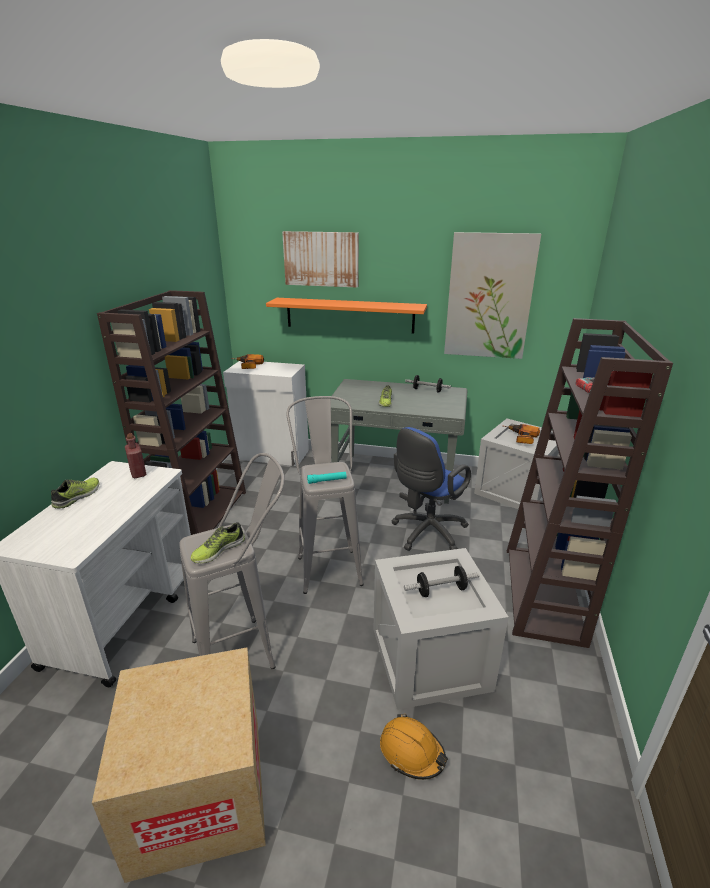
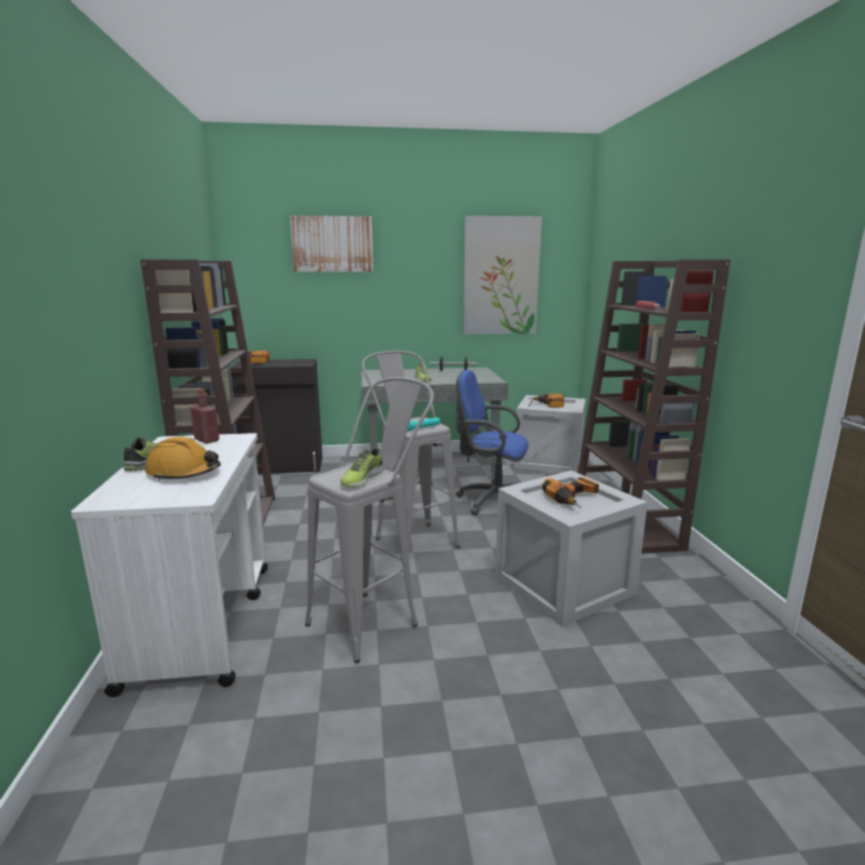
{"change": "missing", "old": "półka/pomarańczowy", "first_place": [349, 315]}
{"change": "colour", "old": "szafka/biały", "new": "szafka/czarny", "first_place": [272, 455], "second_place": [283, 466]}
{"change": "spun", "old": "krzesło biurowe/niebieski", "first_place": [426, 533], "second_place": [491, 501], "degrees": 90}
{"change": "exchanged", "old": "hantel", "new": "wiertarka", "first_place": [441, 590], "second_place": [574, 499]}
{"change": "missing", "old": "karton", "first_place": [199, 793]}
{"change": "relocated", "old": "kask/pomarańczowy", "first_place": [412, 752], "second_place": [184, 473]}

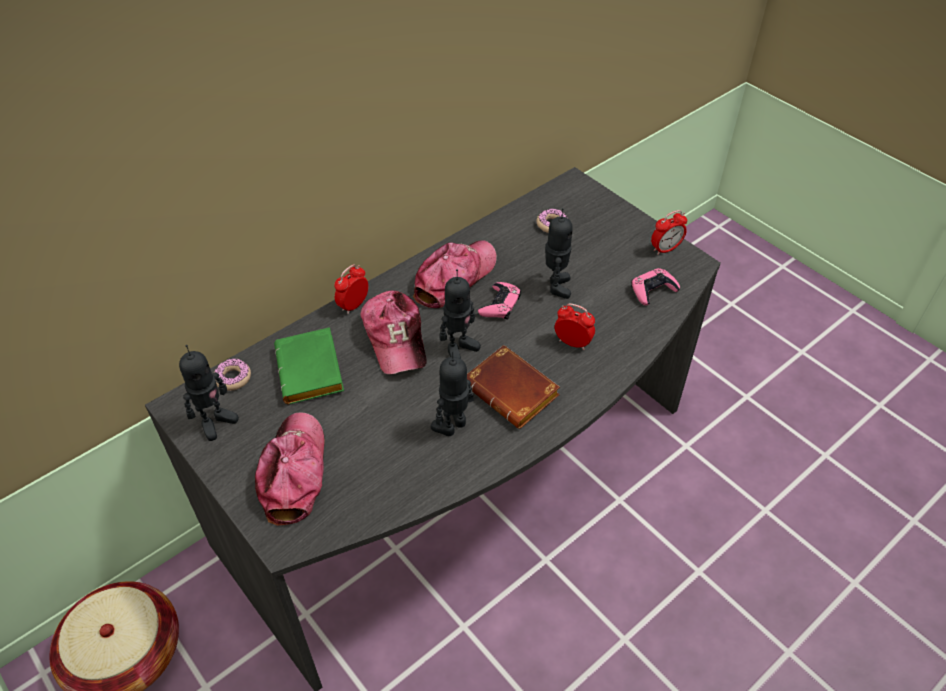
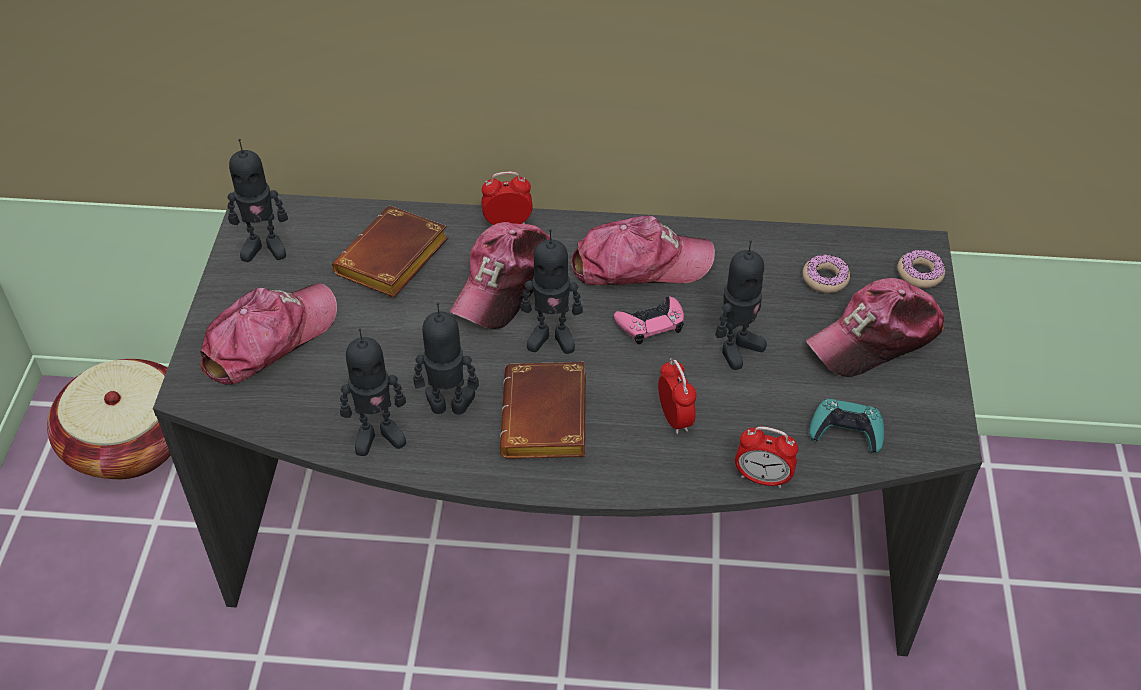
{"change": "relocated", "old": "budzik", "first_place": [665, 249], "second_place": [762, 478]}
{"change": "colour", "old": "pad do gier/różowy", "new": "pad do gier/turkusowy", "first_place": [653, 290], "second_place": [846, 431]}
{"change": "colour", "old": "książka/zielony", "new": "książka/brązowy", "first_place": [313, 372], "second_place": [393, 262]}
{"change": "relocated", "old": "donut", "first_place": [233, 378], "second_place": [920, 274]}
{"change": "appeared", "new": "czapka z daszkiem", "second_place": [876, 338]}
{"change": "appeared", "new": "robot zabawkowy", "second_place": [378, 435]}

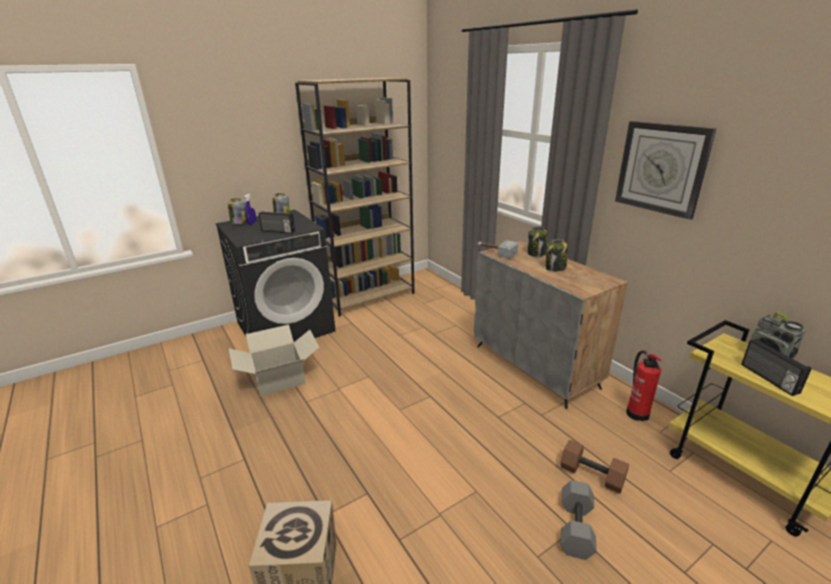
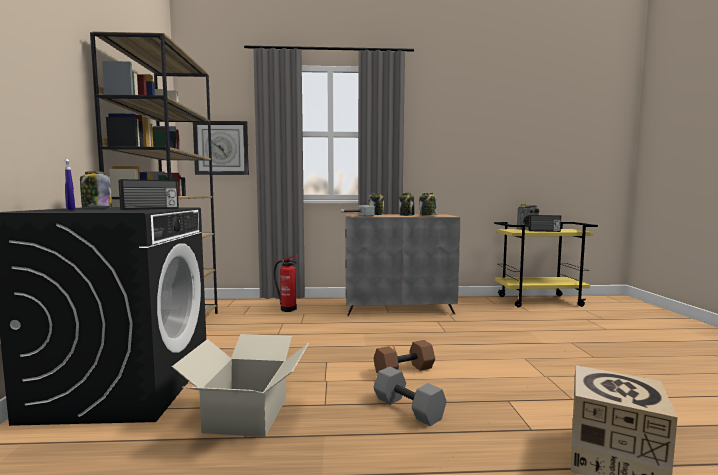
{"change": "relocated", "old": "zegar ścienny", "first_place": [661, 168], "second_place": [221, 148]}
{"change": "relocated", "old": "słoik", "first_place": [239, 222], "second_place": [428, 215]}
{"change": "relocated", "old": "gaśnica", "first_place": [636, 412], "second_place": [287, 309]}
{"change": "relocated", "old": "hantel/brązowy", "first_place": [591, 475], "second_place": [404, 371]}
{"change": "relocated", "old": "hantel/szary", "first_place": [574, 527], "second_place": [407, 409]}

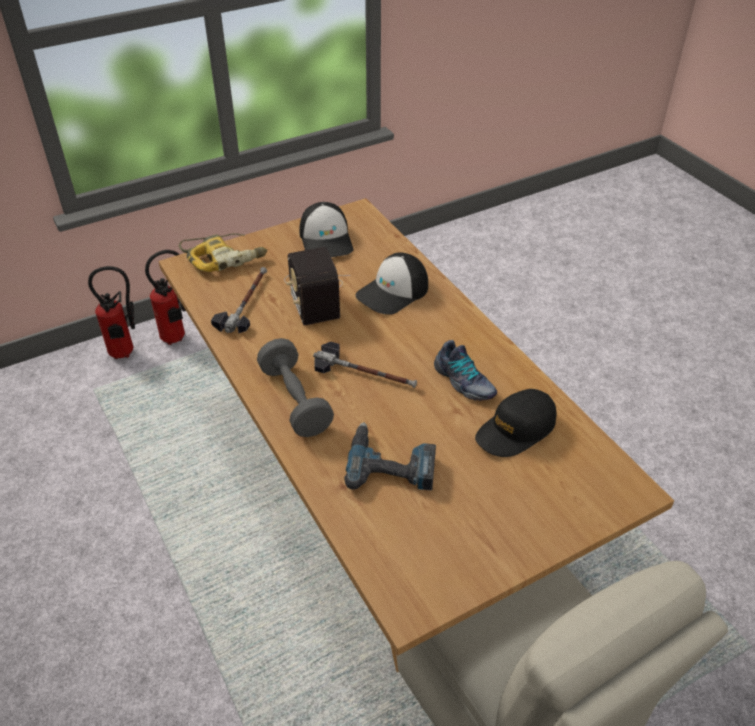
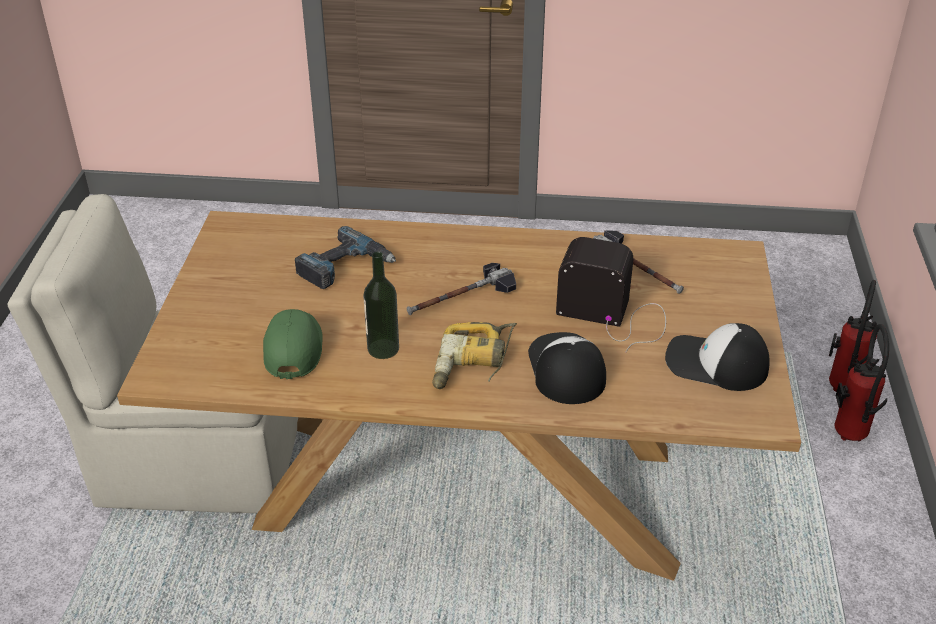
{"change": "relocated", "old": "wiertarka", "first_place": [224, 257], "second_place": [473, 364]}
{"change": "missing", "old": "hantel/szary", "first_place": [295, 400]}
{"change": "exchanged", "old": "but", "new": "butelka", "first_place": [463, 382], "second_place": [383, 349]}
{"change": "colour", "old": "czapka z daszkiem/czarny", "new": "czapka z daszkiem/zielony", "first_place": [515, 430], "second_place": [293, 348]}

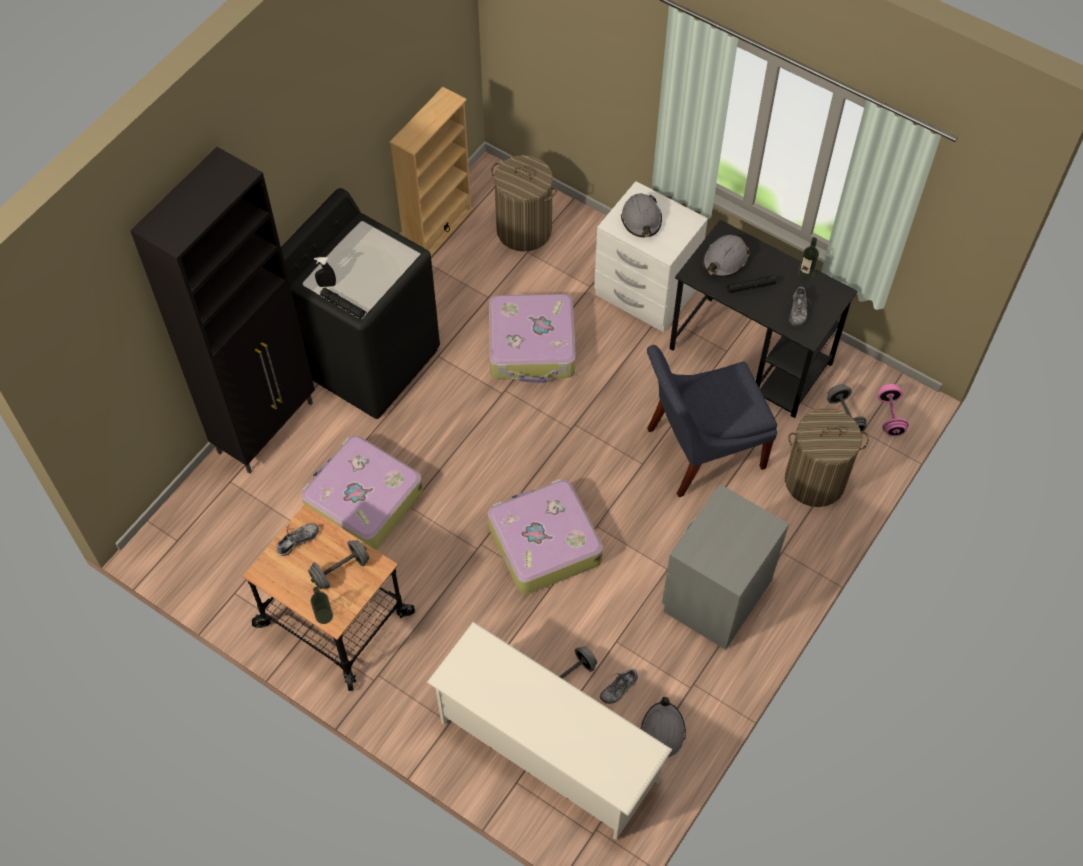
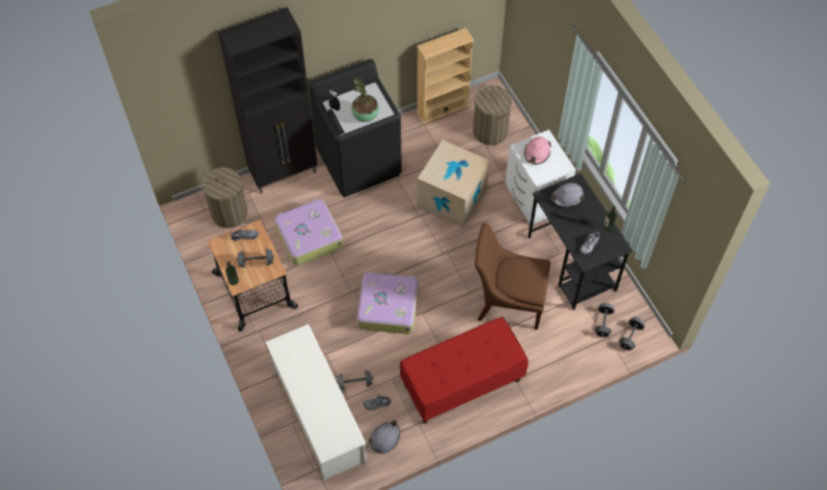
{"change": "colour", "old": "kask/szary", "new": "kask/różowy", "first_place": [641, 220], "second_place": [537, 153]}
{"change": "exchanged", "old": "walizka", "new": "karton", "first_place": [532, 346], "second_place": [452, 198]}
{"change": "colour", "old": "krzesło/niebieski", "new": "krzesło/brązowy", "first_place": [700, 449], "second_place": [507, 300]}
{"change": "colour", "old": "hantel/różowy", "new": "hantel/szary", "first_place": [890, 416], "second_place": [630, 337]}
{"change": "relocated", "old": "kosz na pranie", "first_place": [814, 480], "second_place": [229, 212]}
{"change": "exchanged", "old": "szafka nocna/szary", "new": "ławka/czerwony", "first_place": [715, 595], "second_place": [462, 383]}
{"change": "appeared", "new": "roślina doniczkowa", "second_place": [366, 117]}

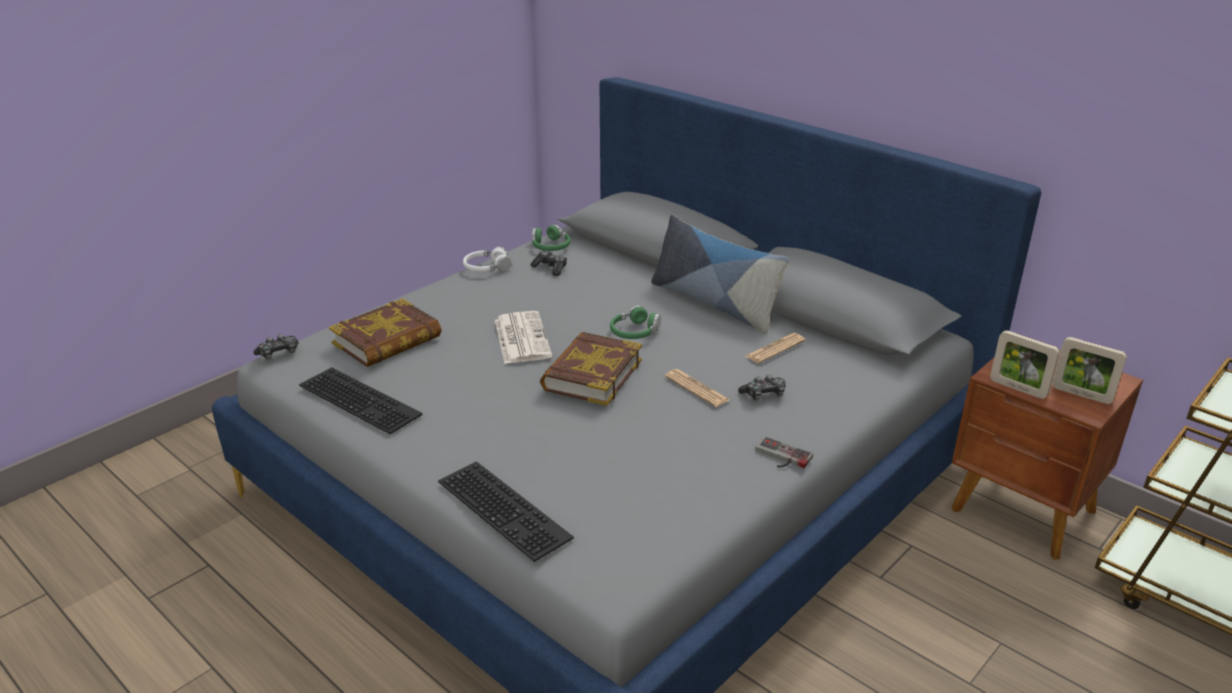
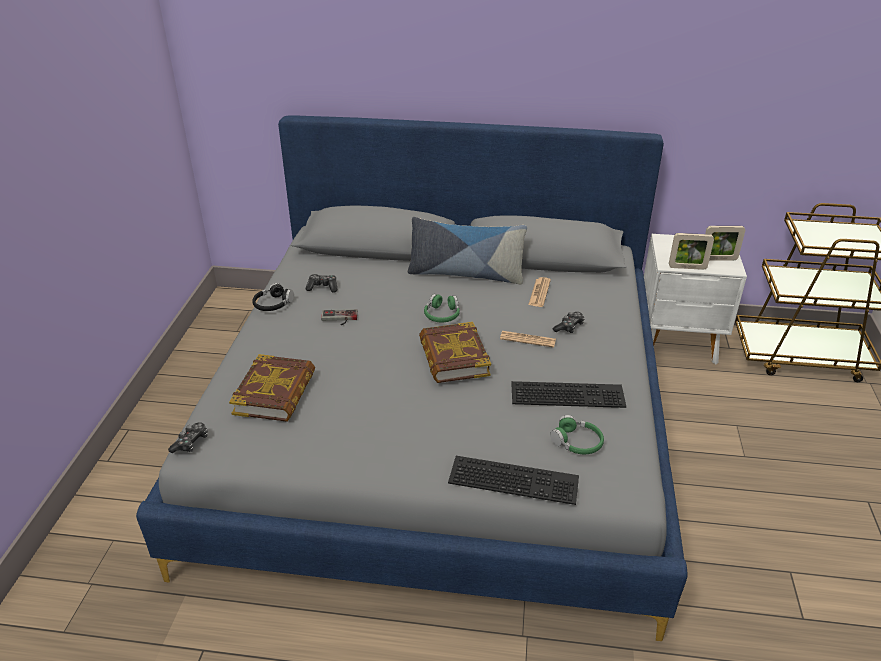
{"change": "relocated", "old": "słuchawki/zielony", "first_place": [550, 246], "second_place": [577, 442]}
{"change": "colour", "old": "słuchawki/biały", "new": "słuchawki/czarny", "first_place": [486, 268], "second_place": [273, 304]}
{"change": "missing", "old": "gazeta", "first_place": [521, 338]}
{"change": "colour", "old": "szafka nocna/brązowy", "new": "szafka nocna/biały", "first_place": [1023, 512], "second_place": [678, 343]}
{"change": "relocated", "old": "klawiatura", "first_place": [362, 399], "second_place": [568, 393]}
{"change": "relocated", "old": "pad do gier", "first_place": [781, 457], "second_place": [339, 319]}

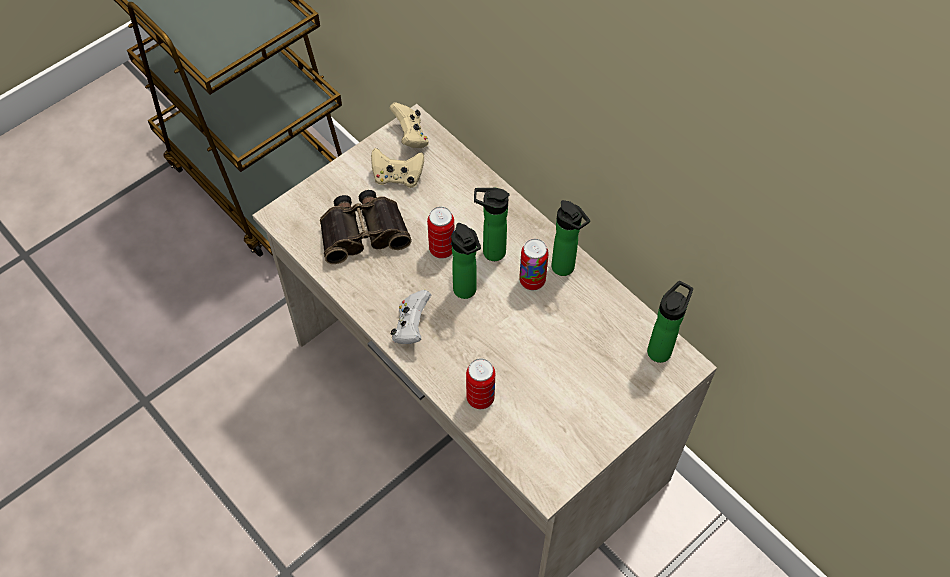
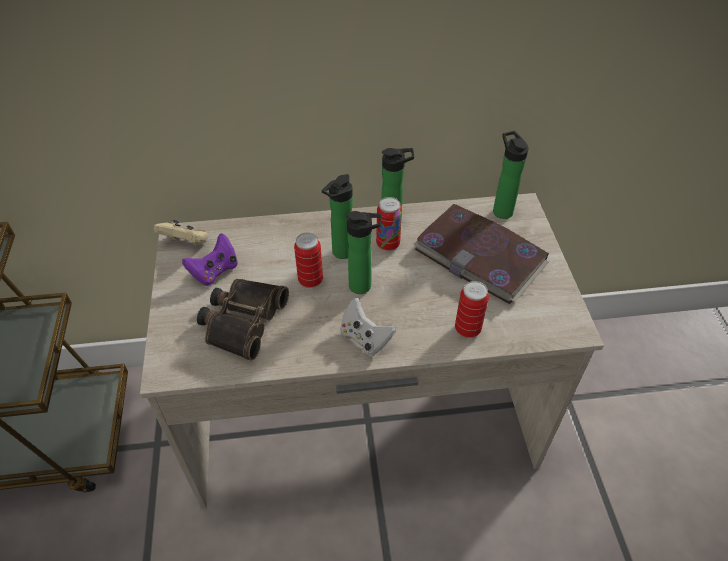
{"change": "colour", "old": "pad do gier/beżowy", "new": "pad do gier/fioletowy", "first_place": [397, 177], "second_place": [215, 271]}
{"change": "appeared", "new": "książka", "second_place": [480, 256]}

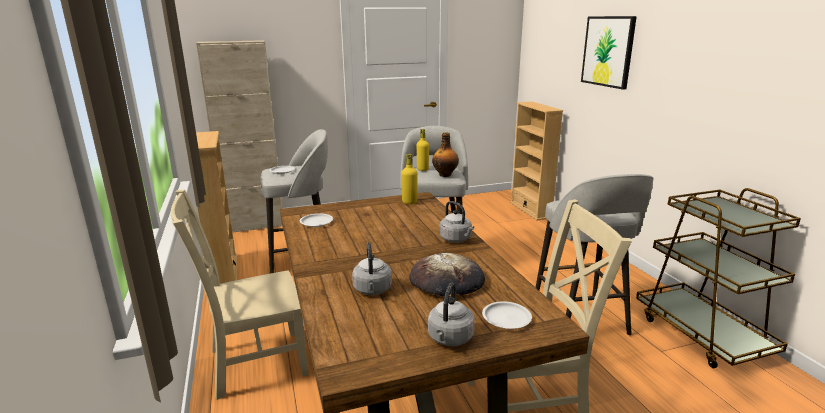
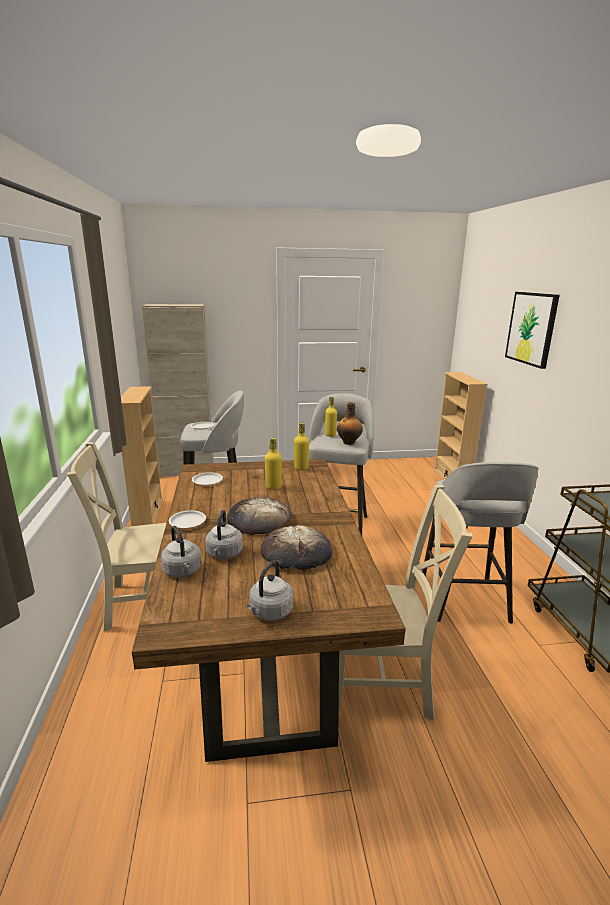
{"change": "relocated", "old": "czajnik/szary", "first_place": [456, 239], "second_place": [183, 571]}
{"change": "relocated", "old": "talerz/biały", "first_place": [506, 318], "second_place": [187, 522]}
{"change": "appeared", "new": "butelka/żółty", "second_place": [273, 487]}
{"change": "appeared", "new": "chleb", "second_place": [258, 520]}

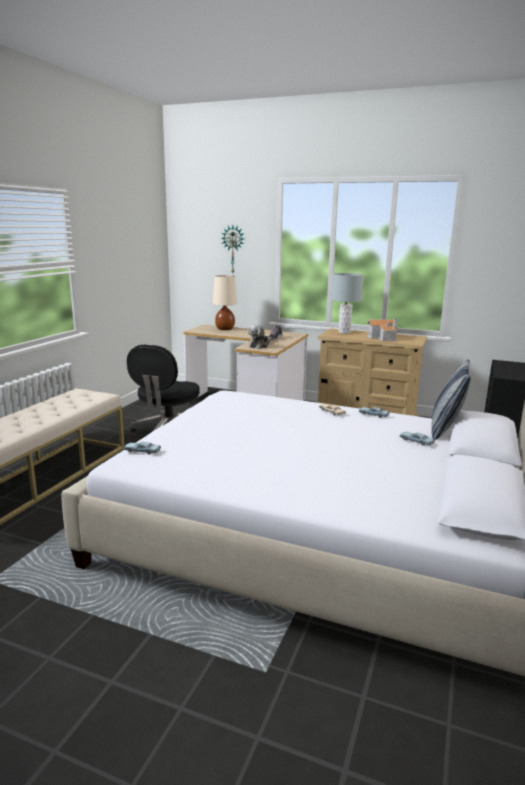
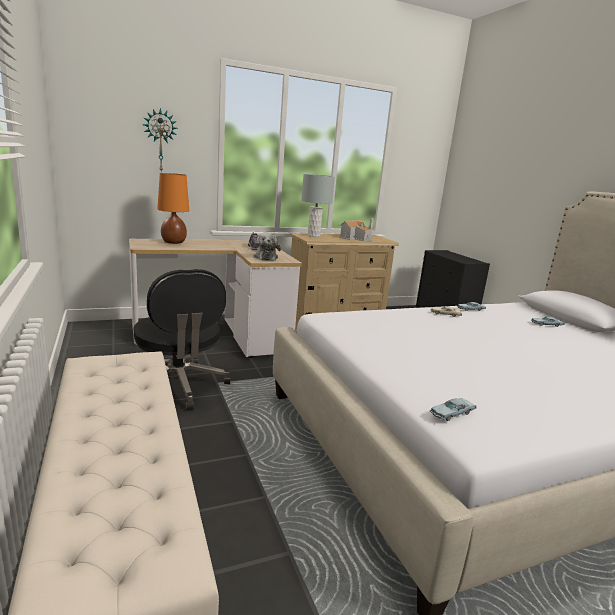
{"change": "colour", "old": "lampa stołowa/beżowy", "new": "lampa stołowa/pomarańczowy", "first_place": [225, 329], "second_place": [174, 242]}
{"change": "missing", "old": "poduszka", "first_place": [446, 429]}

